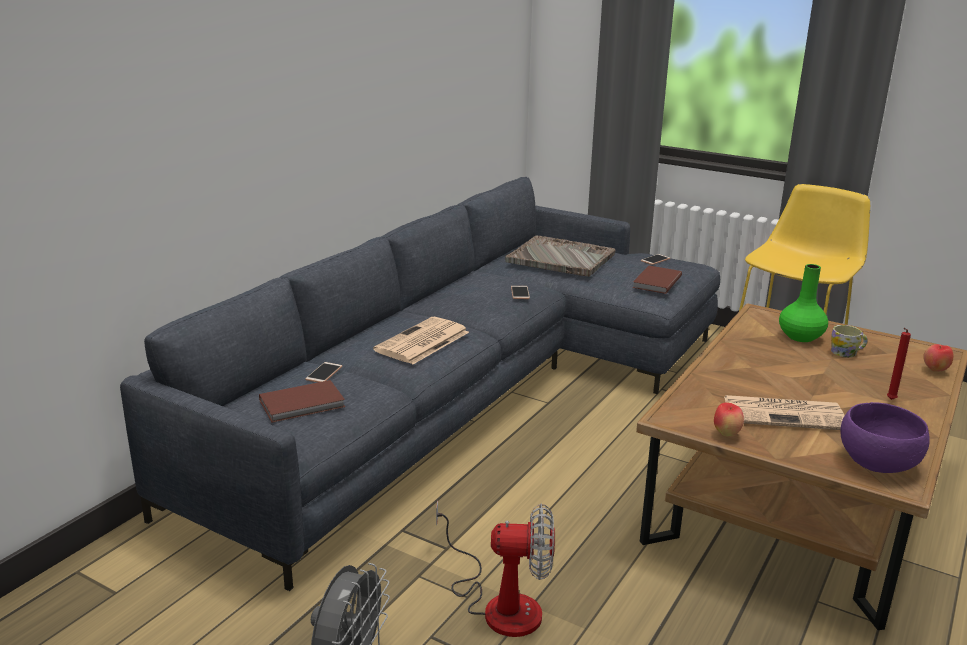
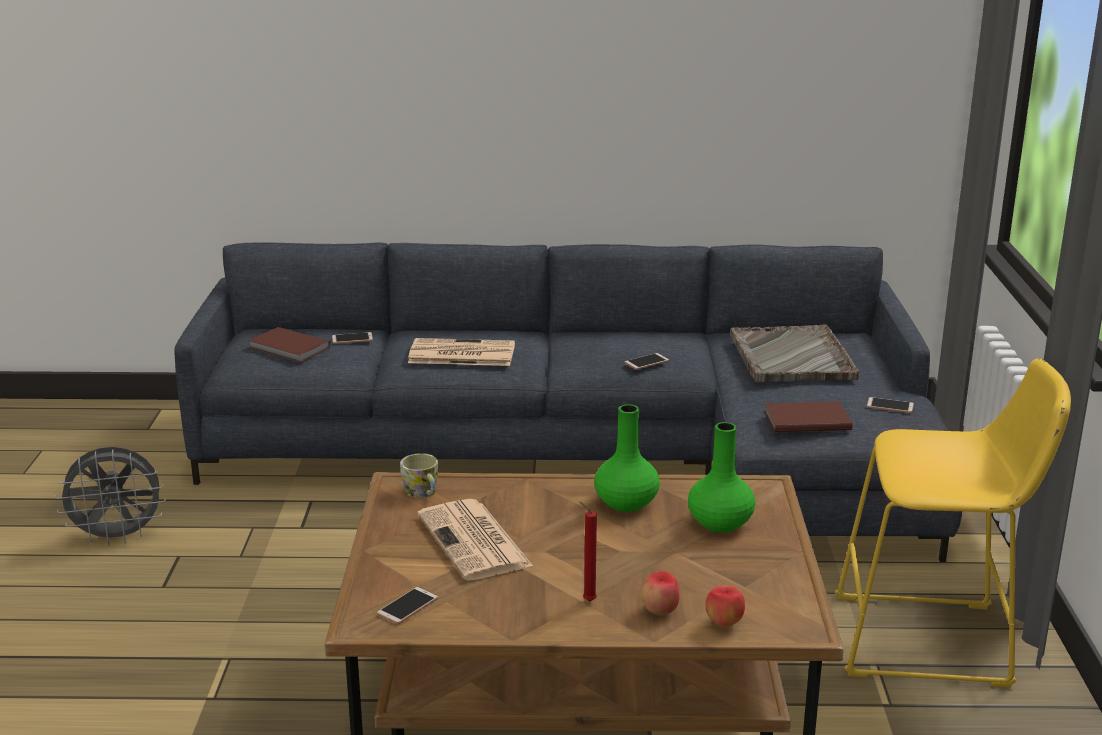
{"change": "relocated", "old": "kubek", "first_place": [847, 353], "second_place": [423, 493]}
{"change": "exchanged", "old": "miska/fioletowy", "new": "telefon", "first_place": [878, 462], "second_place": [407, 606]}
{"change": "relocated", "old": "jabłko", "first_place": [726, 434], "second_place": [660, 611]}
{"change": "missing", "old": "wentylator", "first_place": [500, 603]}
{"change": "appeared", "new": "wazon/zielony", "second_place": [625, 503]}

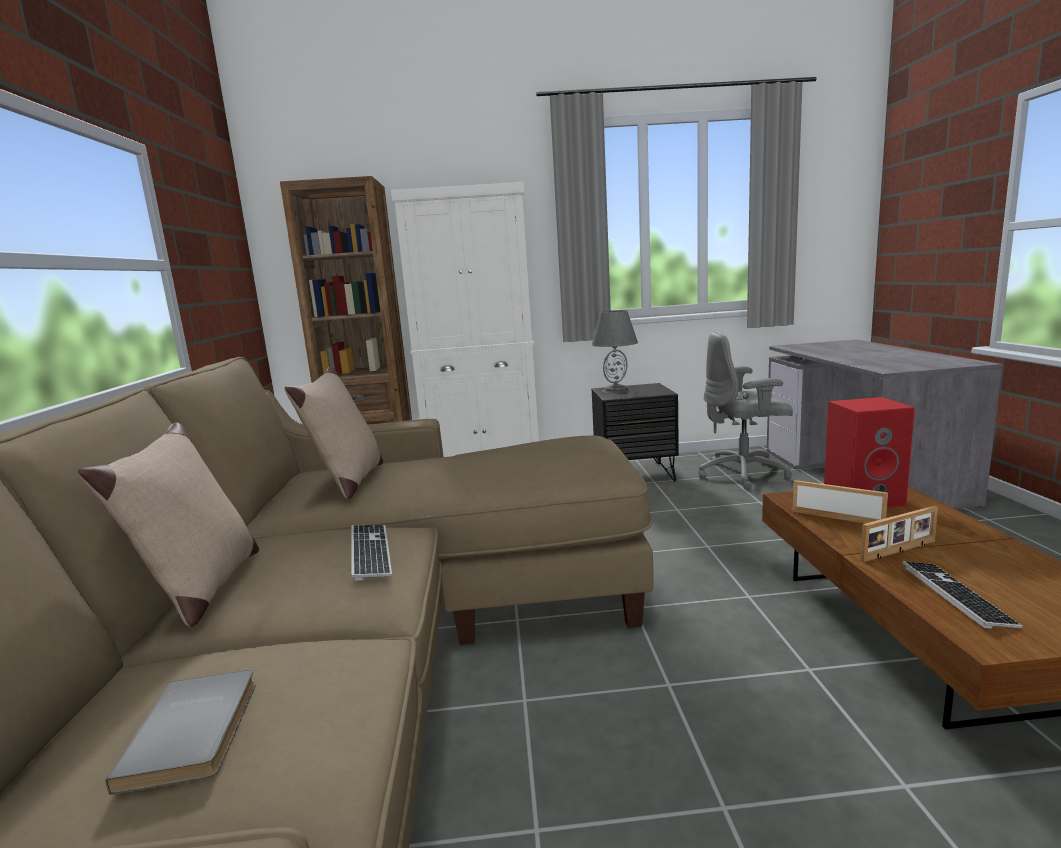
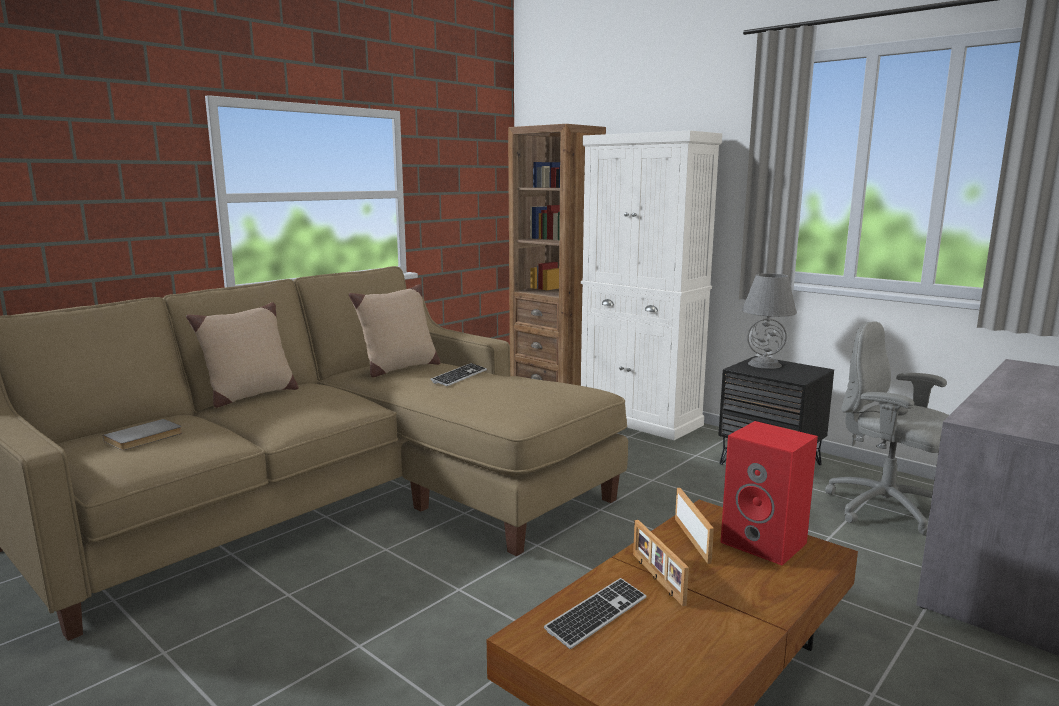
{"change": "spun", "old": "ramka na zdjęcie", "first_place": [899, 551], "second_place": [656, 579], "degrees": 45}
{"change": "relocated", "old": "klawiatura", "first_place": [370, 552], "second_place": [459, 376]}

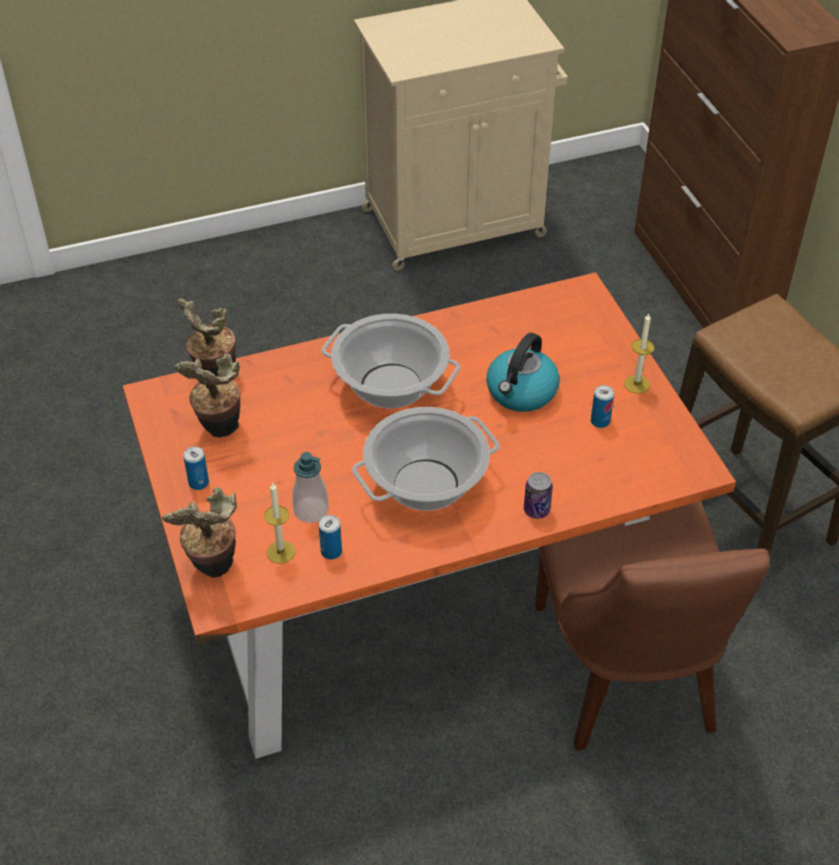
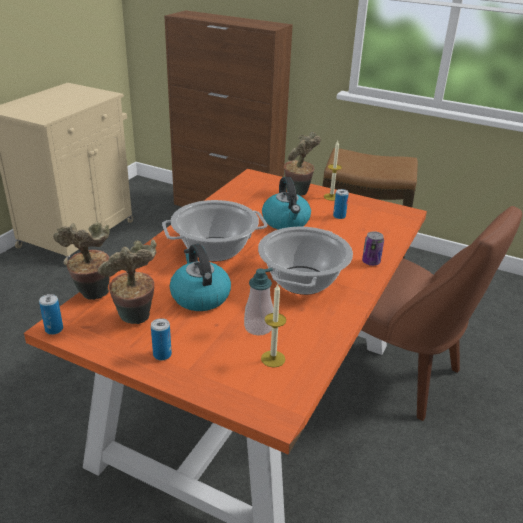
{"change": "relocated", "old": "roślina doniczkowa", "first_place": [213, 568], "second_place": [298, 194]}
{"change": "relocated", "old": "puszka", "first_place": [331, 551], "second_place": [54, 329]}
{"change": "appeared", "new": "czajnik", "second_place": [199, 296]}

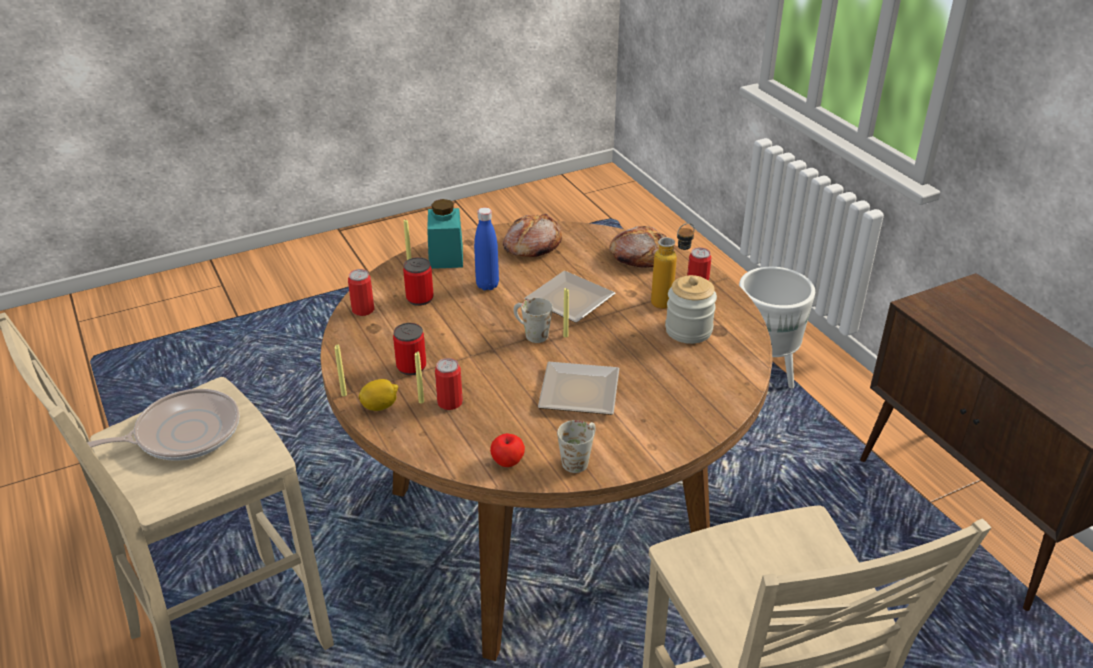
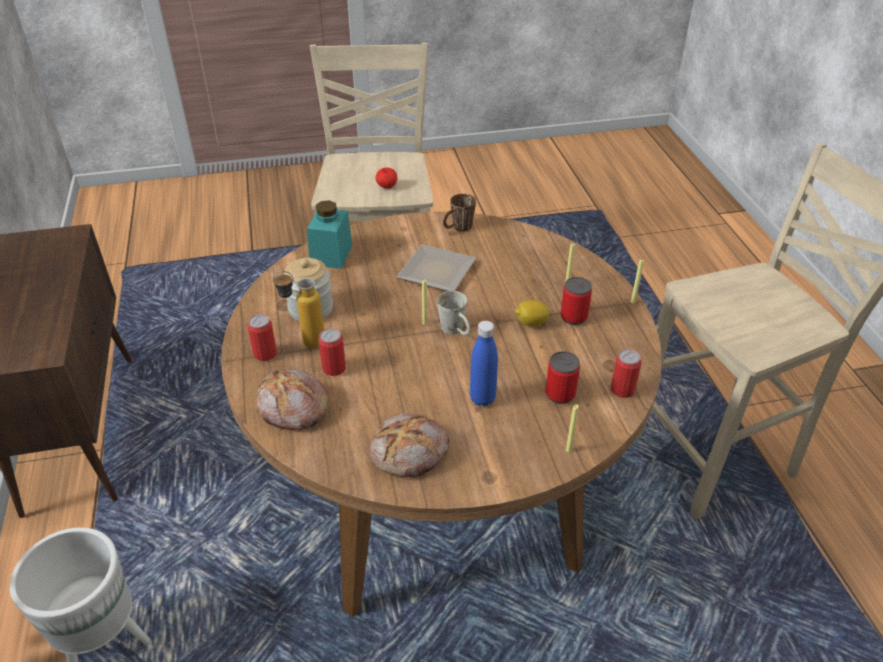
{"change": "relocated", "old": "słoik/turkusowy", "first_place": [446, 256], "second_place": [331, 255]}
{"change": "missing", "old": "talerz", "first_place": [573, 300]}
{"change": "relocated", "old": "puszka", "first_place": [450, 402], "second_place": [334, 368]}
{"change": "relocated", "old": "cytryna", "first_place": [380, 406], "second_place": [531, 323]}
{"change": "missing", "old": "patelnia", "first_place": [182, 433]}
{"change": "colour", "old": "kubek/biały", "new": "kubek/brązowy", "first_place": [579, 458], "second_place": [458, 229]}
{"change": "relocated", "old": "jabłko", "first_place": [508, 461], "second_place": [386, 187]}

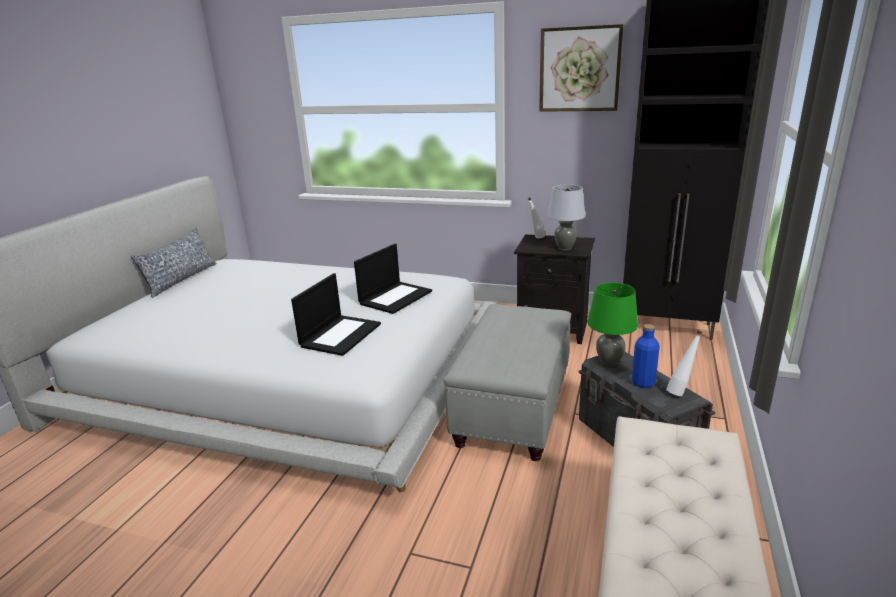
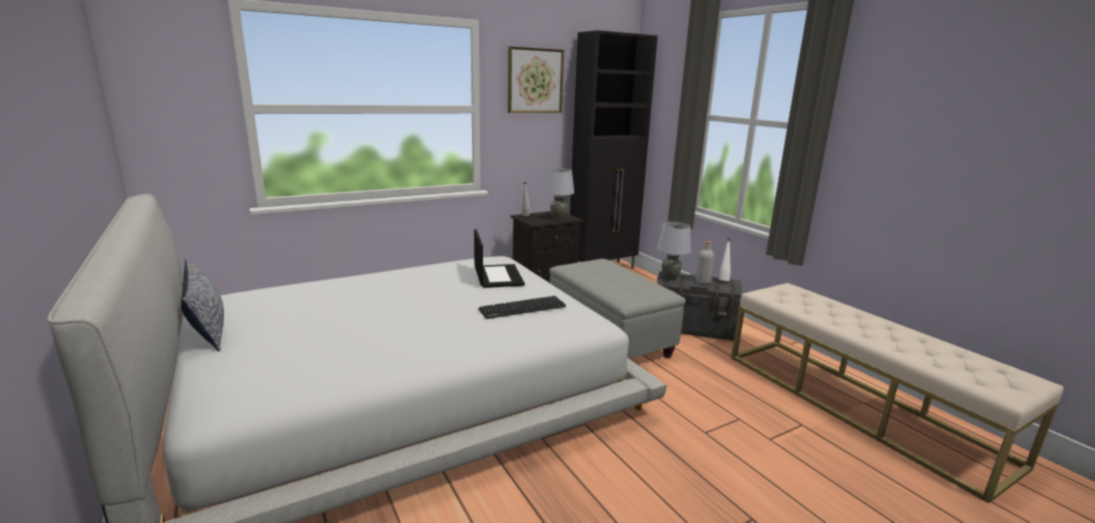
{"change": "exchanged", "old": "laptop", "new": "klawiatura", "first_place": [340, 334], "second_place": [522, 308]}
{"change": "colour", "old": "lampa stołowa/zielony", "new": "lampa stołowa/szary", "first_place": [609, 362], "second_place": [670, 278]}
{"change": "colour", "old": "butelka/niebieski", "new": "butelka/szary", "first_place": [643, 383], "second_place": [702, 282]}

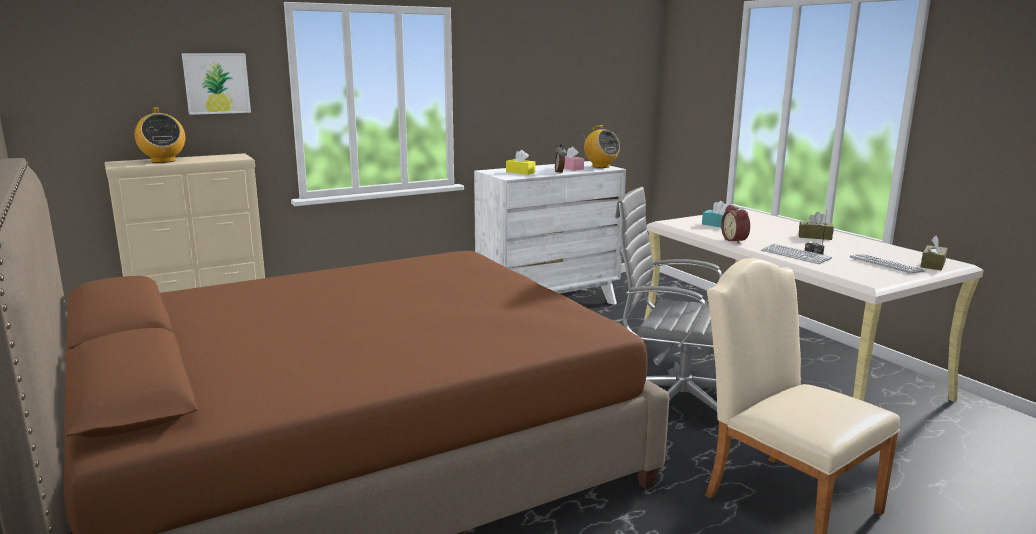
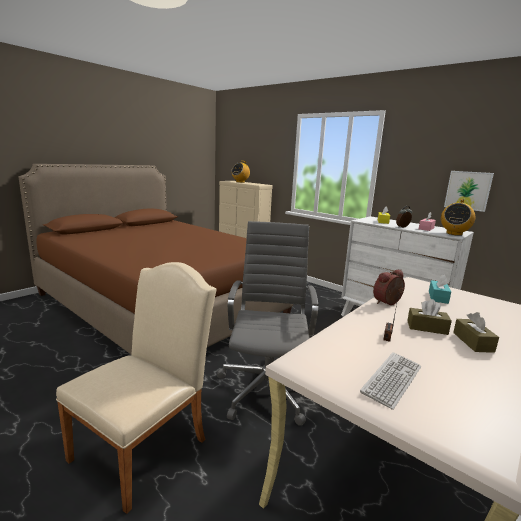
{"change": "relocated", "old": "obraz", "first_place": [216, 83], "second_place": [468, 190]}
{"change": "relocated", "old": "pudełko chusteczek/brązowy", "first_place": [932, 265], "second_place": [427, 327]}
{"change": "missing", "old": "klawiatura", "first_place": [795, 255]}

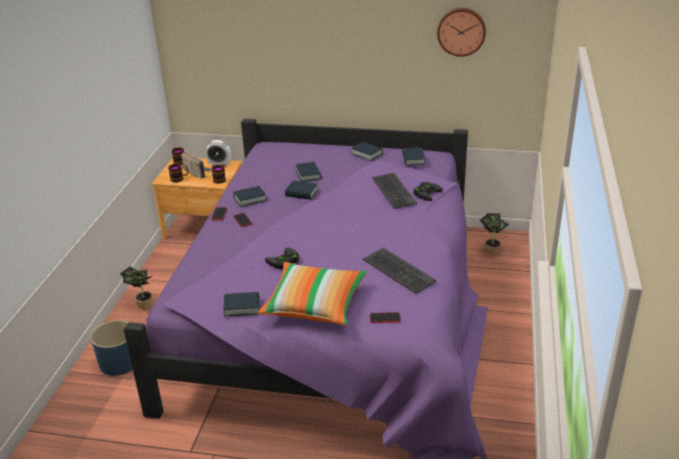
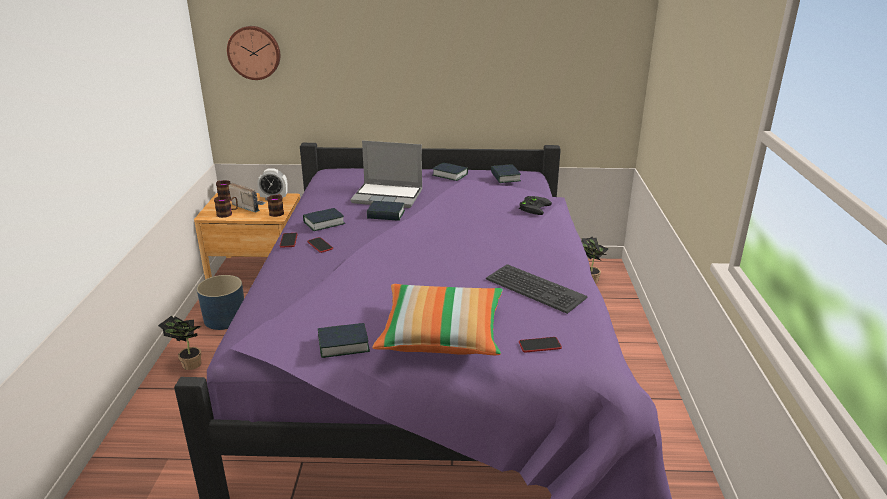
{"change": "relocated", "old": "zegar ścienny", "first_place": [461, 31], "second_place": [254, 52]}
{"change": "exchanged", "old": "książka", "new": "laptop", "first_place": [308, 174], "second_place": [388, 196]}
{"change": "missing", "old": "klawiatura", "first_place": [393, 191]}
{"change": "missing", "old": "pad do gier/czarny", "first_place": [283, 261]}
{"change": "relocated", "old": "donica/niebieski", "first_place": [119, 362], "second_place": [225, 318]}

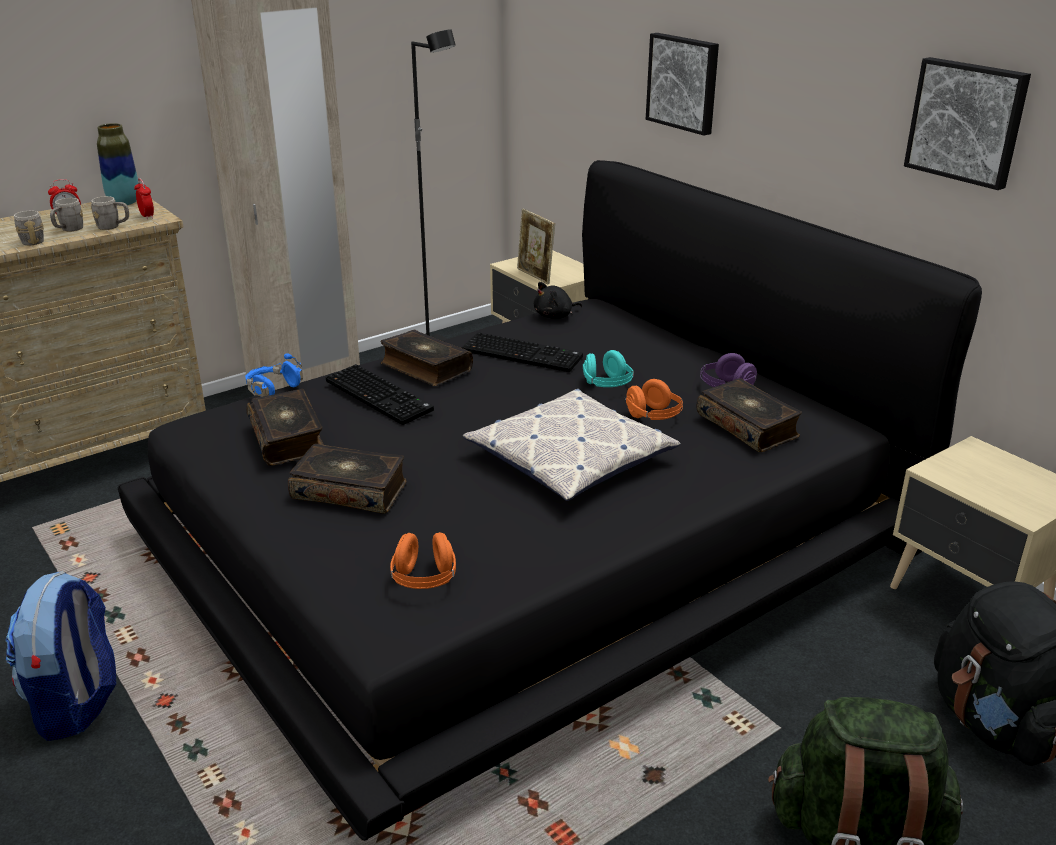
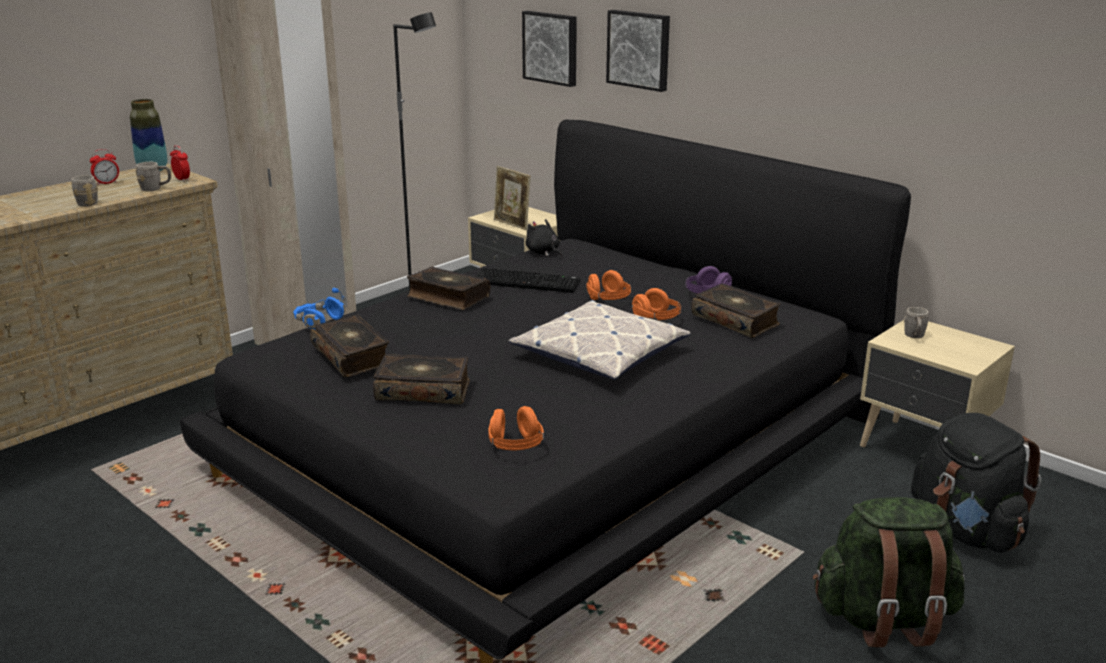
{"change": "relocated", "old": "obraz", "first_place": [967, 121], "second_place": [551, 48]}
{"change": "relocated", "old": "kubek/szary", "first_place": [69, 230], "second_place": [914, 336]}
{"change": "spun", "old": "pluszak/czarny", "first_place": [555, 316], "second_place": [543, 252], "degrees": 90}
{"change": "colour", "old": "słuchawki/turkusowy", "new": "słuchawki/pomarańczowy", "first_place": [606, 385], "second_place": [608, 300]}
{"change": "missing", "old": "klawiatura", "first_place": [381, 395]}
{"change": "missing", "old": "plecak", "first_place": [77, 704]}

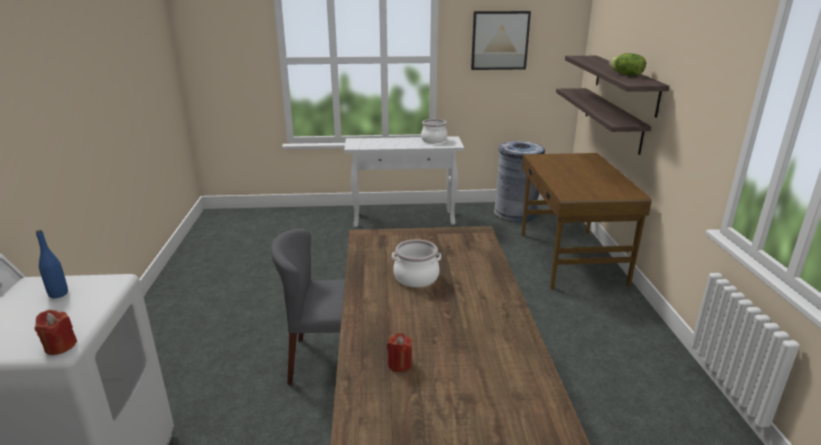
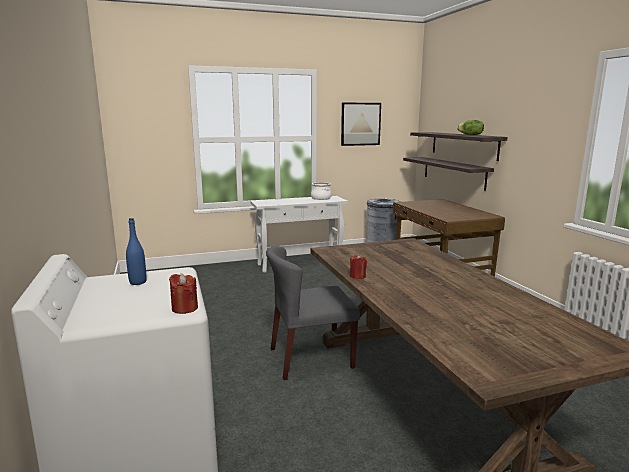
{"change": "missing", "old": "garnek", "first_place": [416, 277]}
{"change": "relocated", "old": "świeca/czerwony", "first_place": [399, 364], "second_place": [357, 276]}

